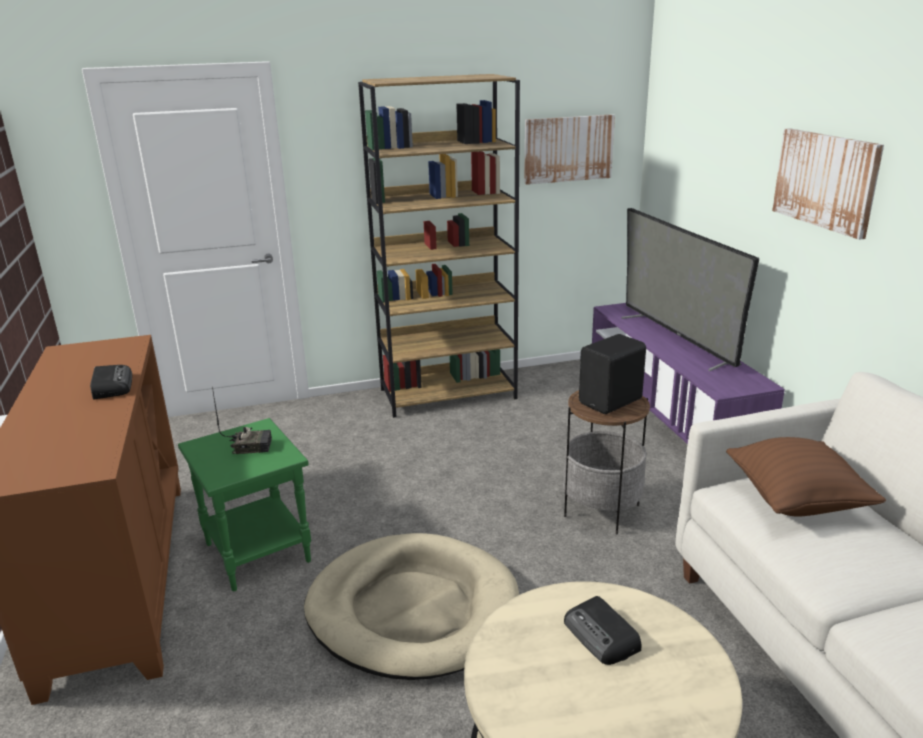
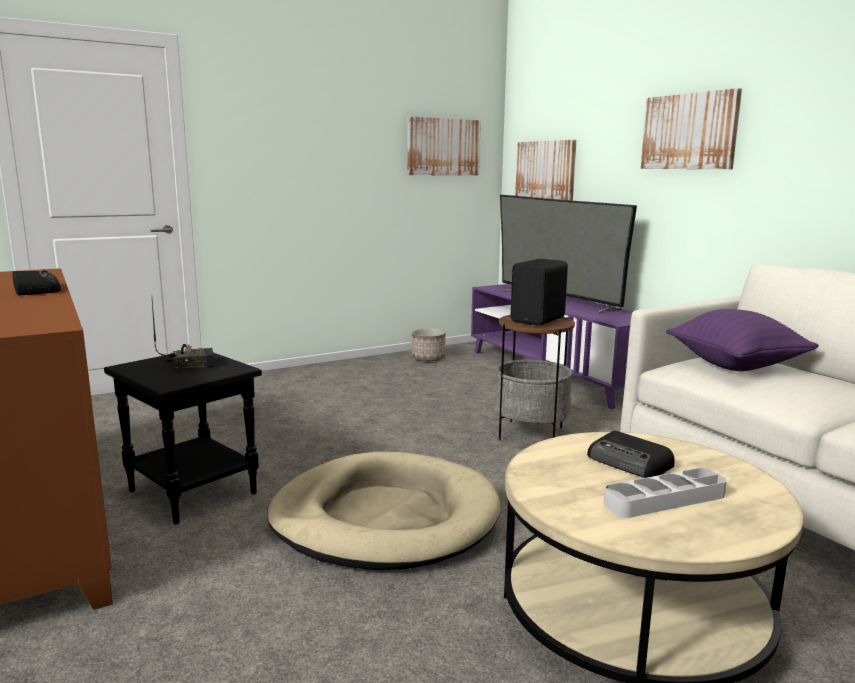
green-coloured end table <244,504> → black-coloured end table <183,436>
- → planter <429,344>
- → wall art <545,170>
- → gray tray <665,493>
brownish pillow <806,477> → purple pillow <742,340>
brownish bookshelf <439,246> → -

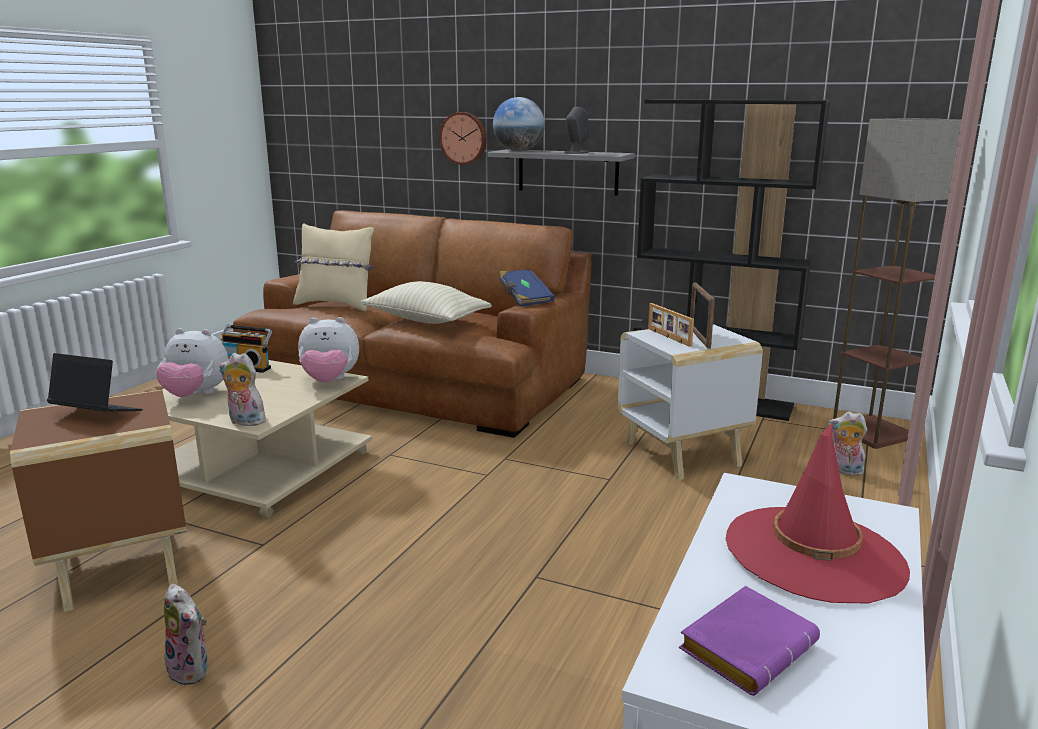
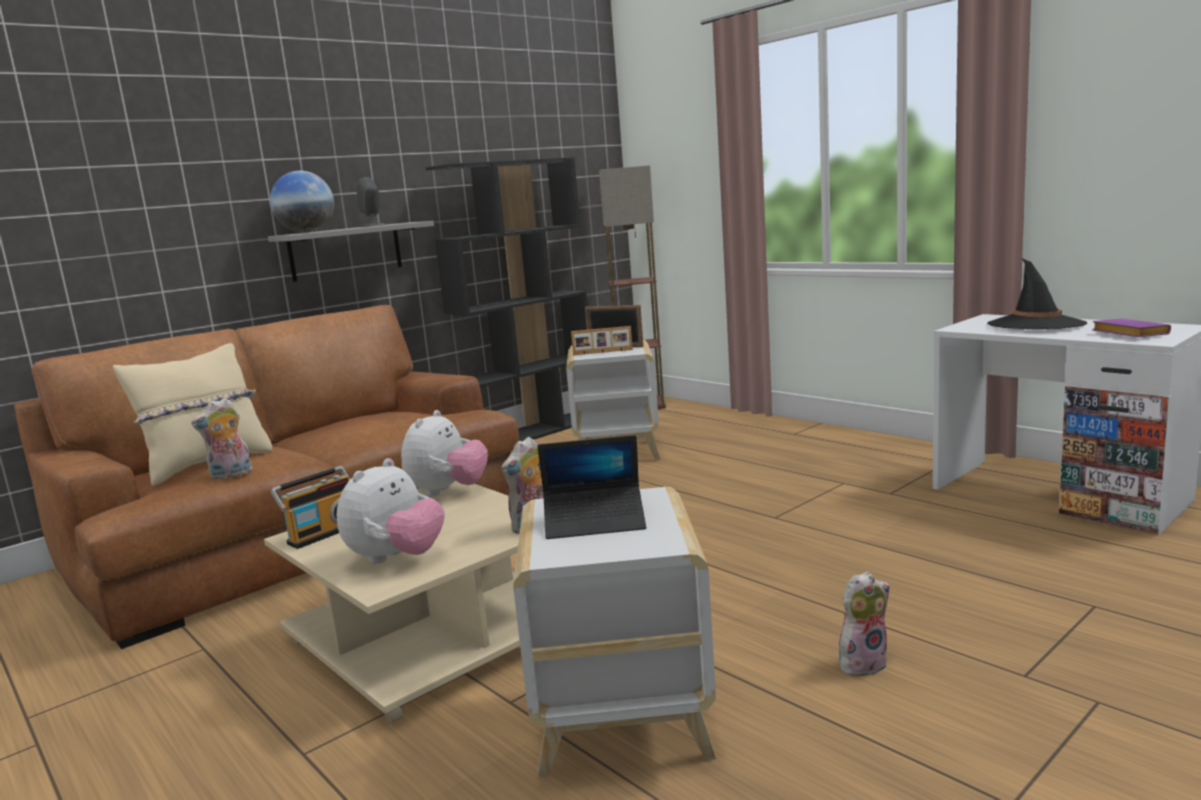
plush toy <847,443> → plush toy <221,439>, moved
brownish end table <98,501> → white end table <614,632>
portable computer <95,382> → portable computer <592,487>, 135 degrees counterclockwise
red-coloured wearable hat <818,513> → black-coloured wearable hat <1037,293>
beige-coloured pillow <426,302> → -
wall clock <463,138> → -
blue-coloured book <527,288> → -

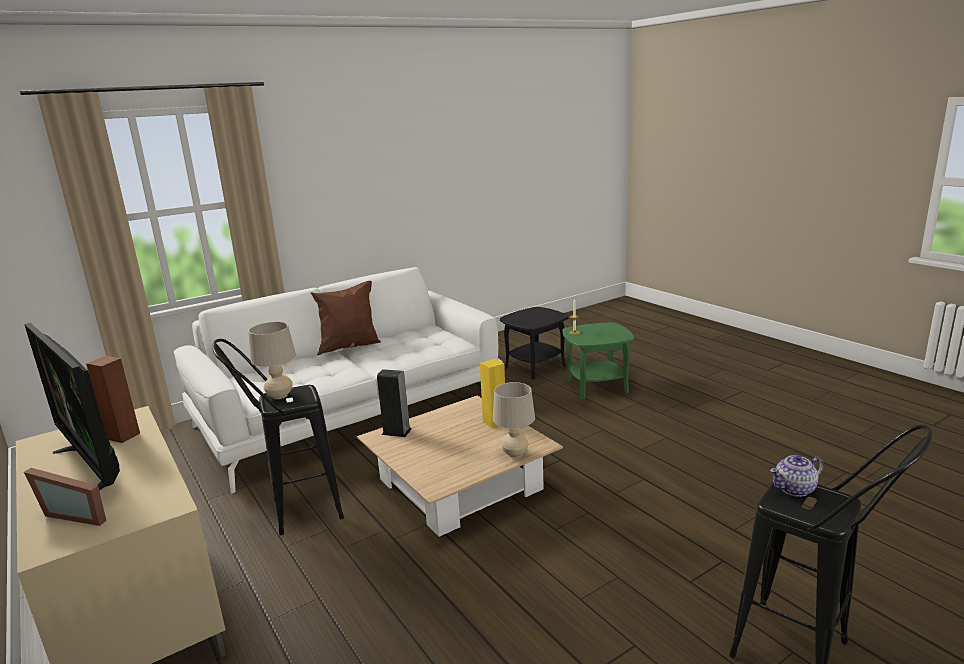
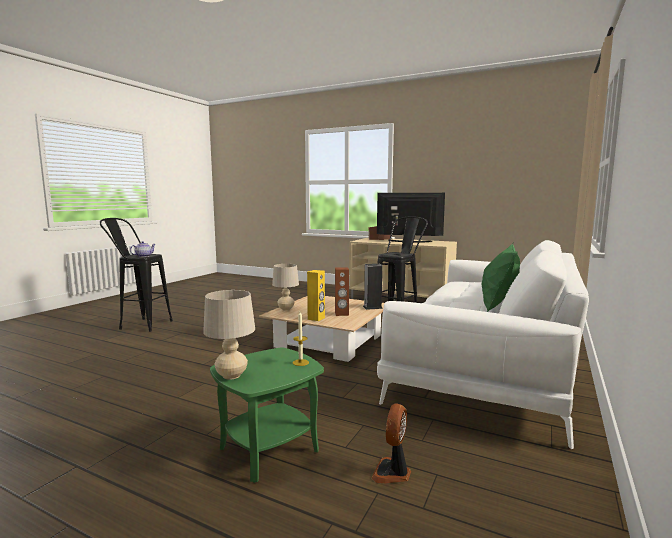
beige-coloured tabletop lamp <272,360> → beige-coloured tabletop lamp <229,335>, moved
brownish speaker <113,399> → brownish speaker <342,291>, moved
black-coloured end table <534,343> → fan <391,443>
brownish pillow <345,318> → green-coloured pillow <501,277>

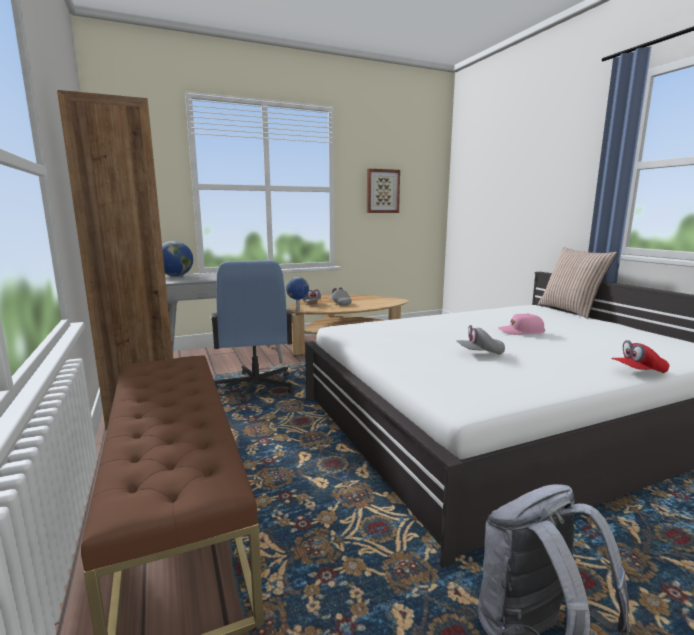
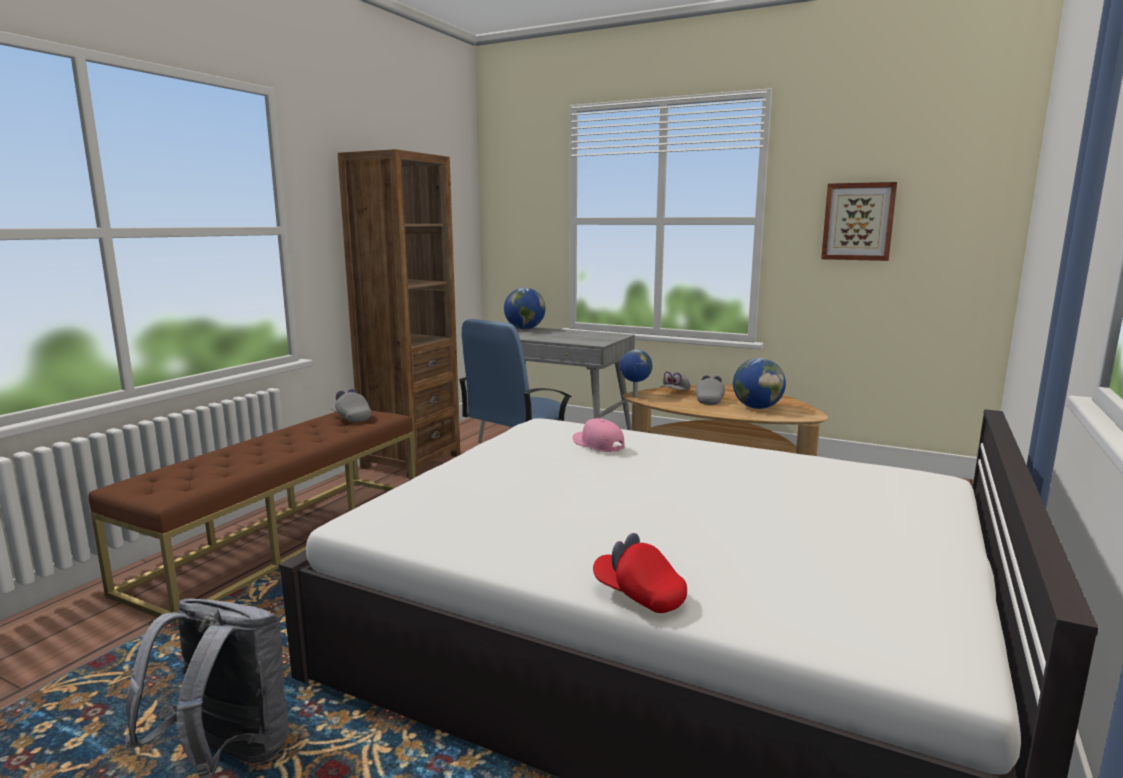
gray peaked cap <480,340> → gray peaked cap <351,406>, moved
pink-coloured peaked cap <521,324> → pink-coloured peaked cap <599,435>, moved
- → world globe <759,383>
pillow <578,283> → -

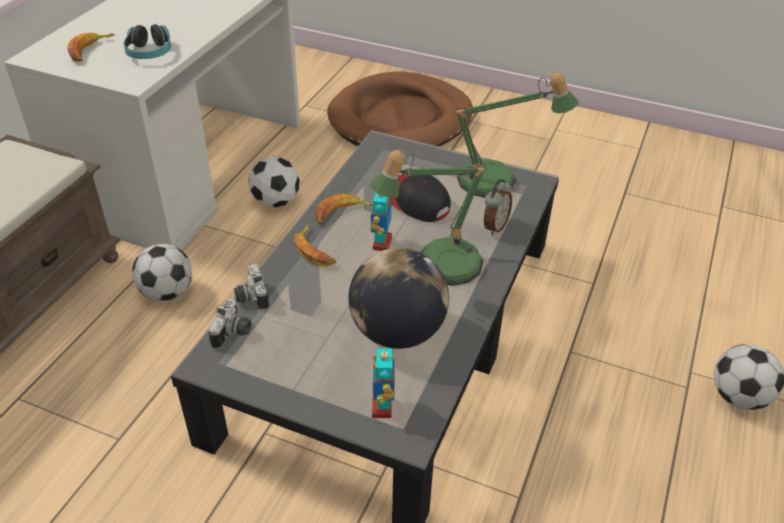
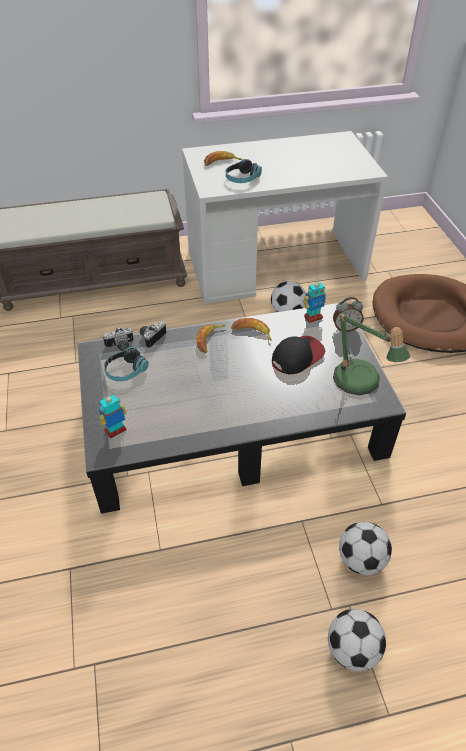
- → headset <126,364>
peaked cap <420,198> → peaked cap <298,355>, 45 degrees clockwise
toy robot <381,222> → toy robot <314,301>, moved
alarm clock <498,207> → alarm clock <348,314>, moved
football <162,272> → football <365,548>, moved
world globe <398,298> → -
tabletop lamp <428,218> → -

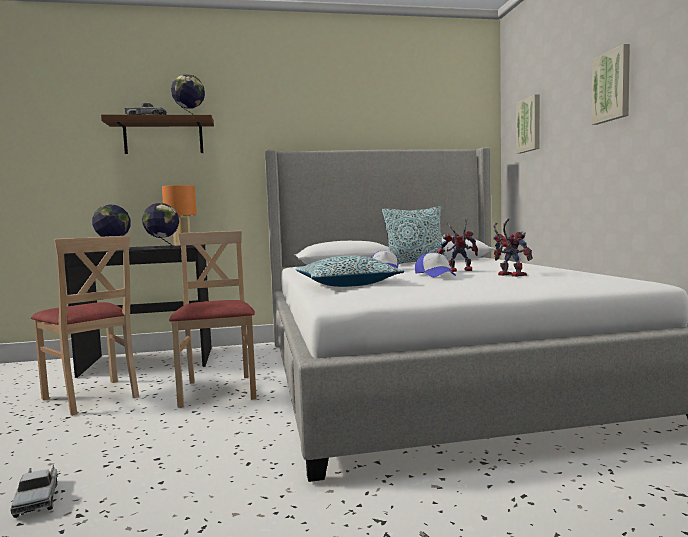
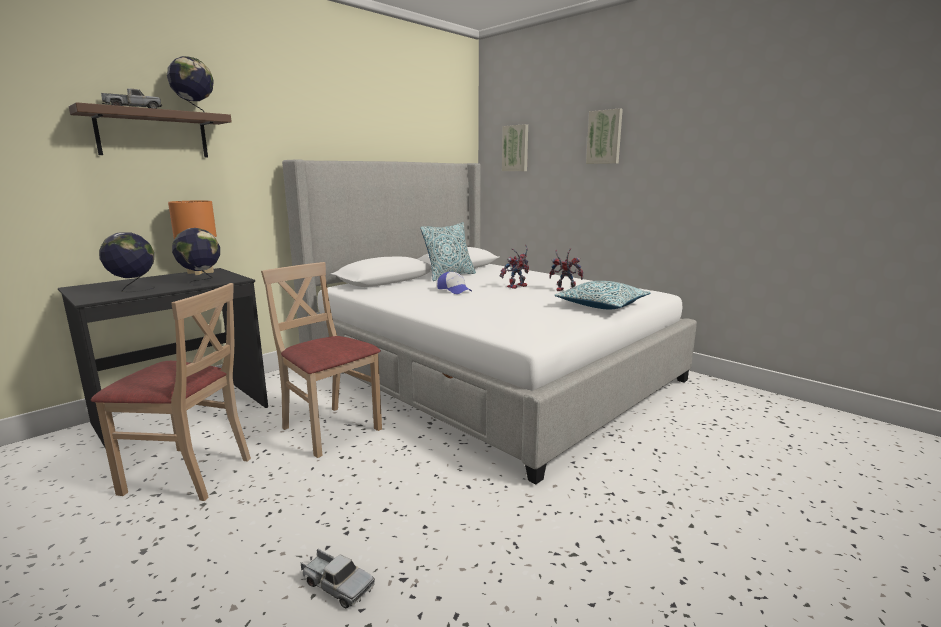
pillow <350,271> → pillow <602,295>, moved
peaked cap <435,265> → -

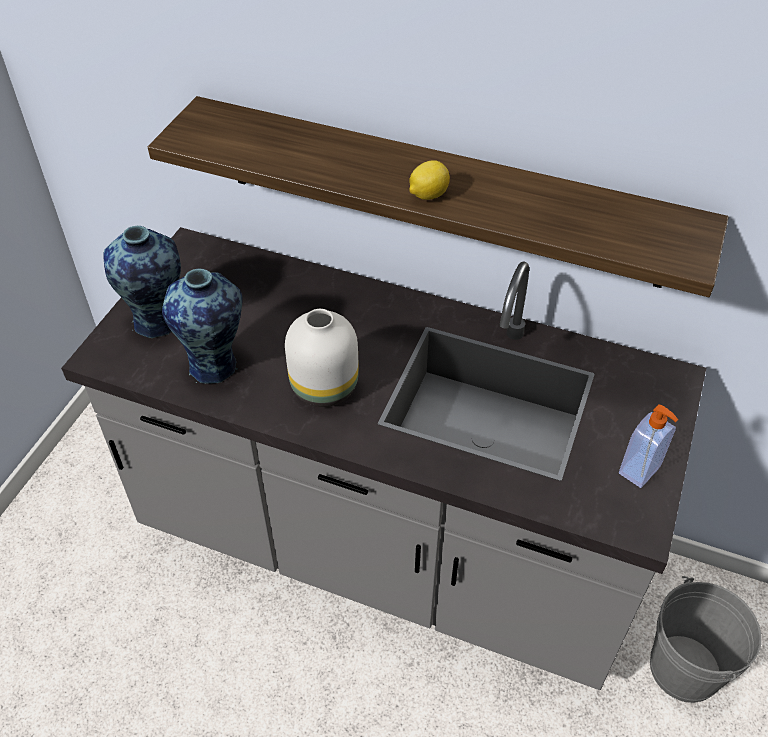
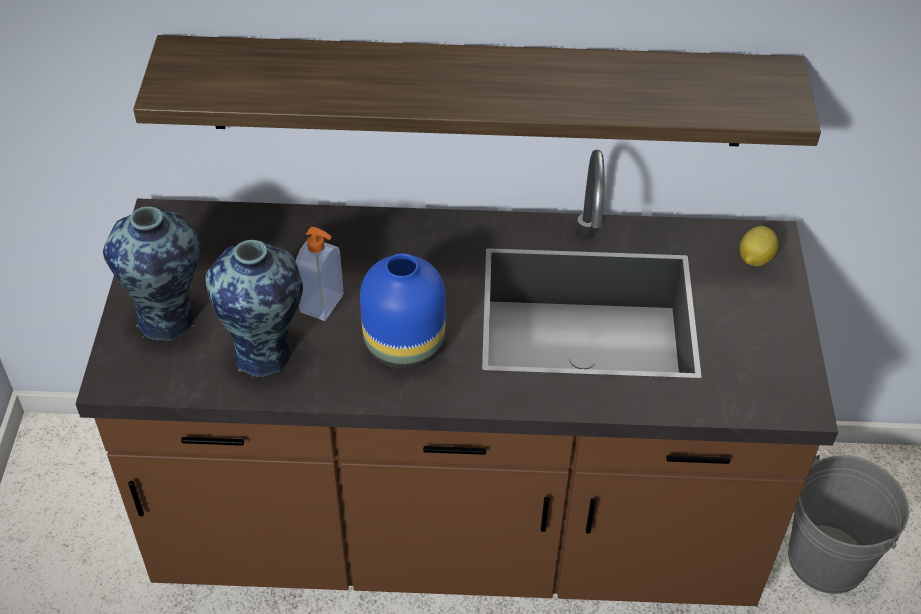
gray counter <383,458> → brownish counter <457,378>
soap dispenser <648,446> → soap dispenser <319,274>, moved
white vase <322,358> → blue-coloured vase <403,310>
citrus fruit <429,180> → citrus fruit <759,246>, moved

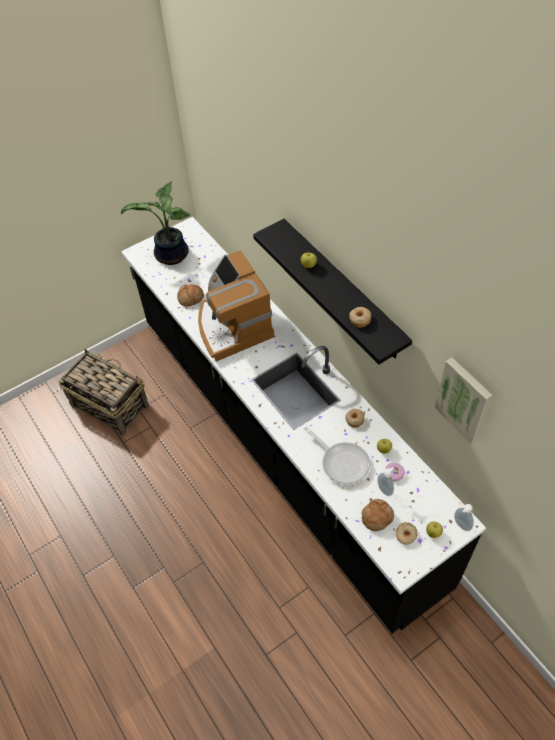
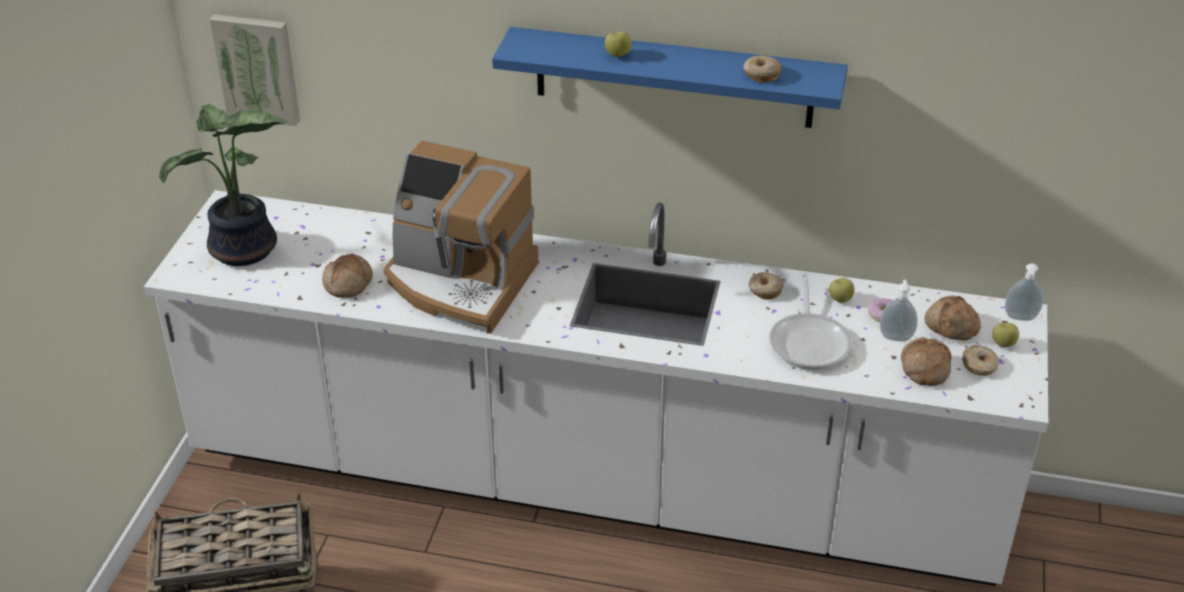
black-coloured counter <303,425> → white counter <596,388>
wall art <464,401> → wall art <254,70>, moved
black-coloured shelf <332,292> → blue-coloured shelf <670,77>
skillet <337,455> → skillet <810,321>, 90 degrees clockwise
- → bakery bread <953,318>

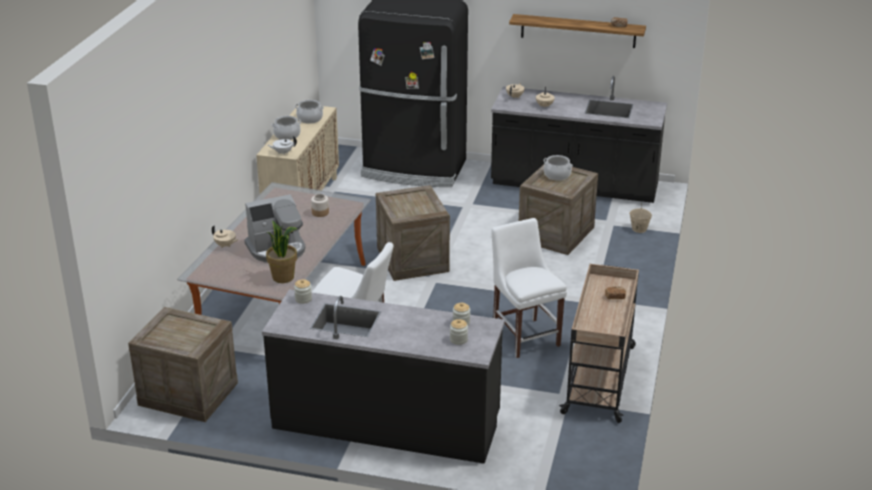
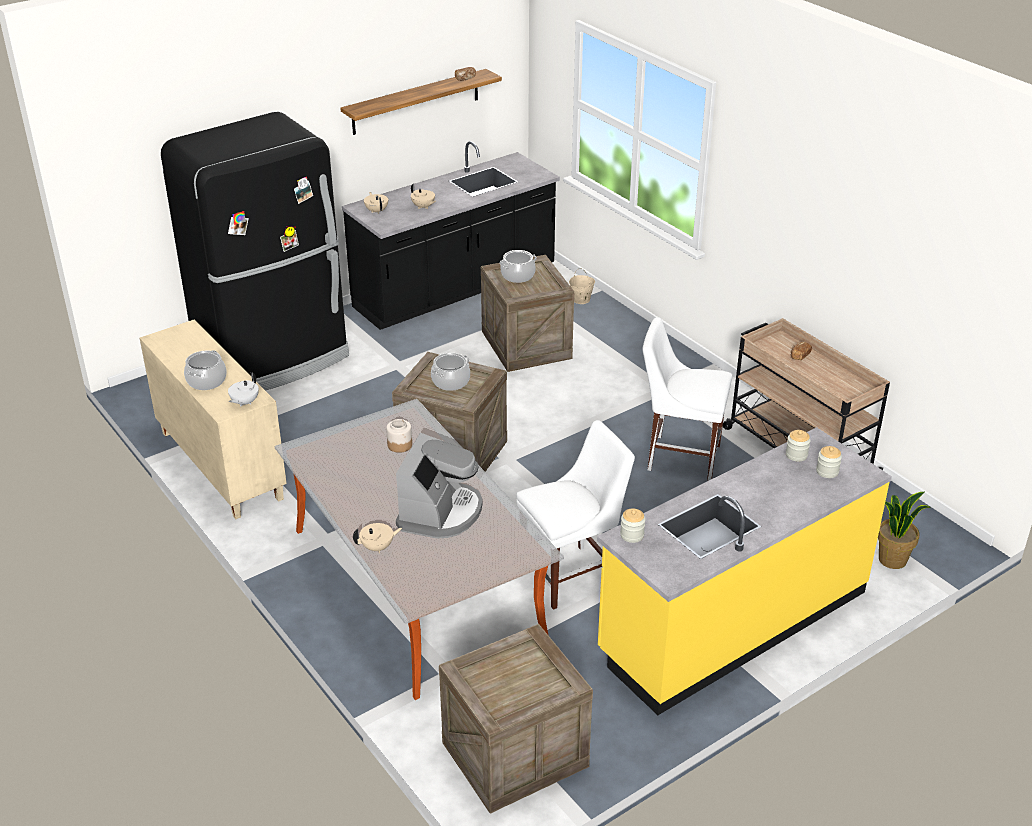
saucepot <309,112> → saucepot <450,372>, moved
black-coloured counter <383,376> → yellowish counter <744,571>
potted plant <281,252> → potted plant <904,530>, moved

